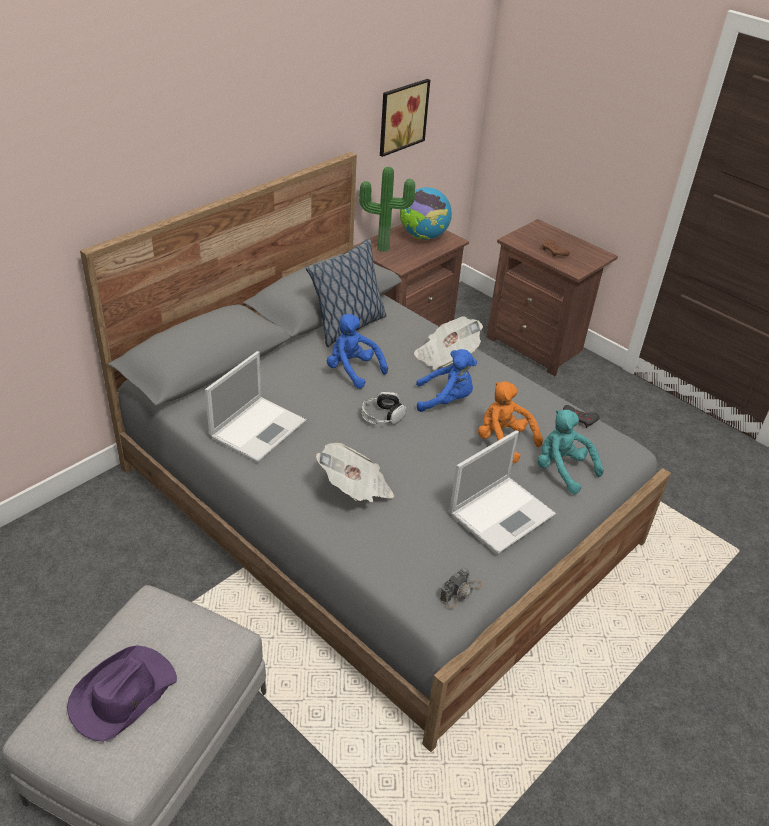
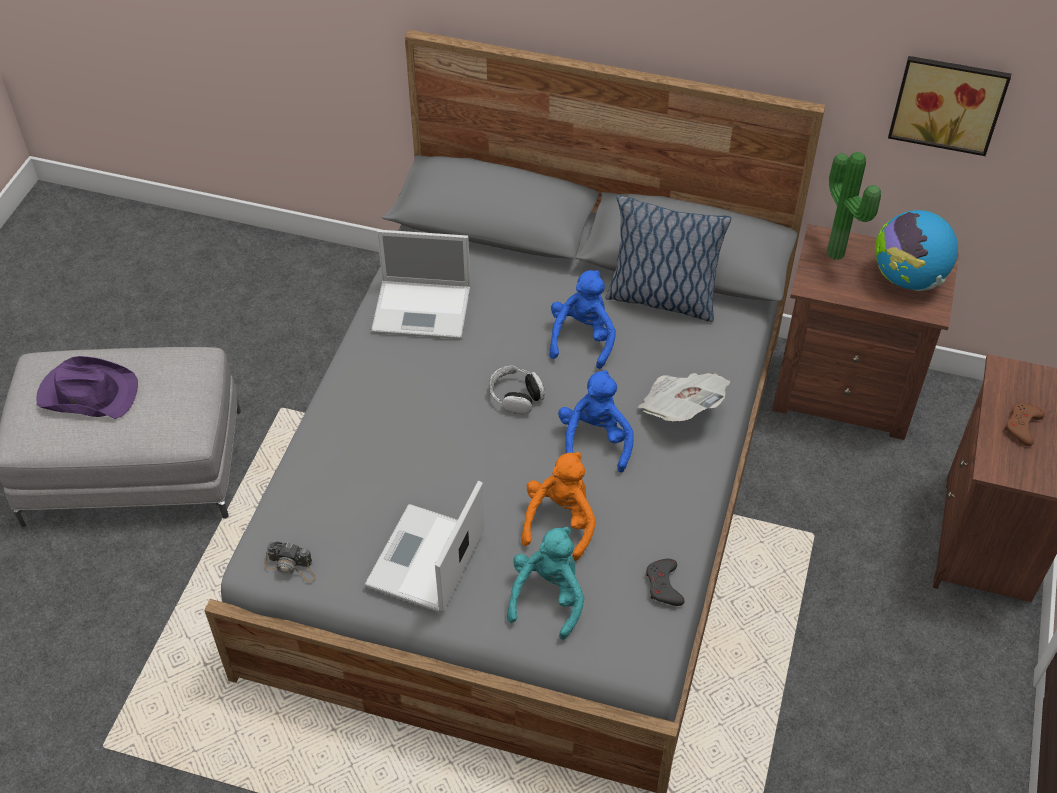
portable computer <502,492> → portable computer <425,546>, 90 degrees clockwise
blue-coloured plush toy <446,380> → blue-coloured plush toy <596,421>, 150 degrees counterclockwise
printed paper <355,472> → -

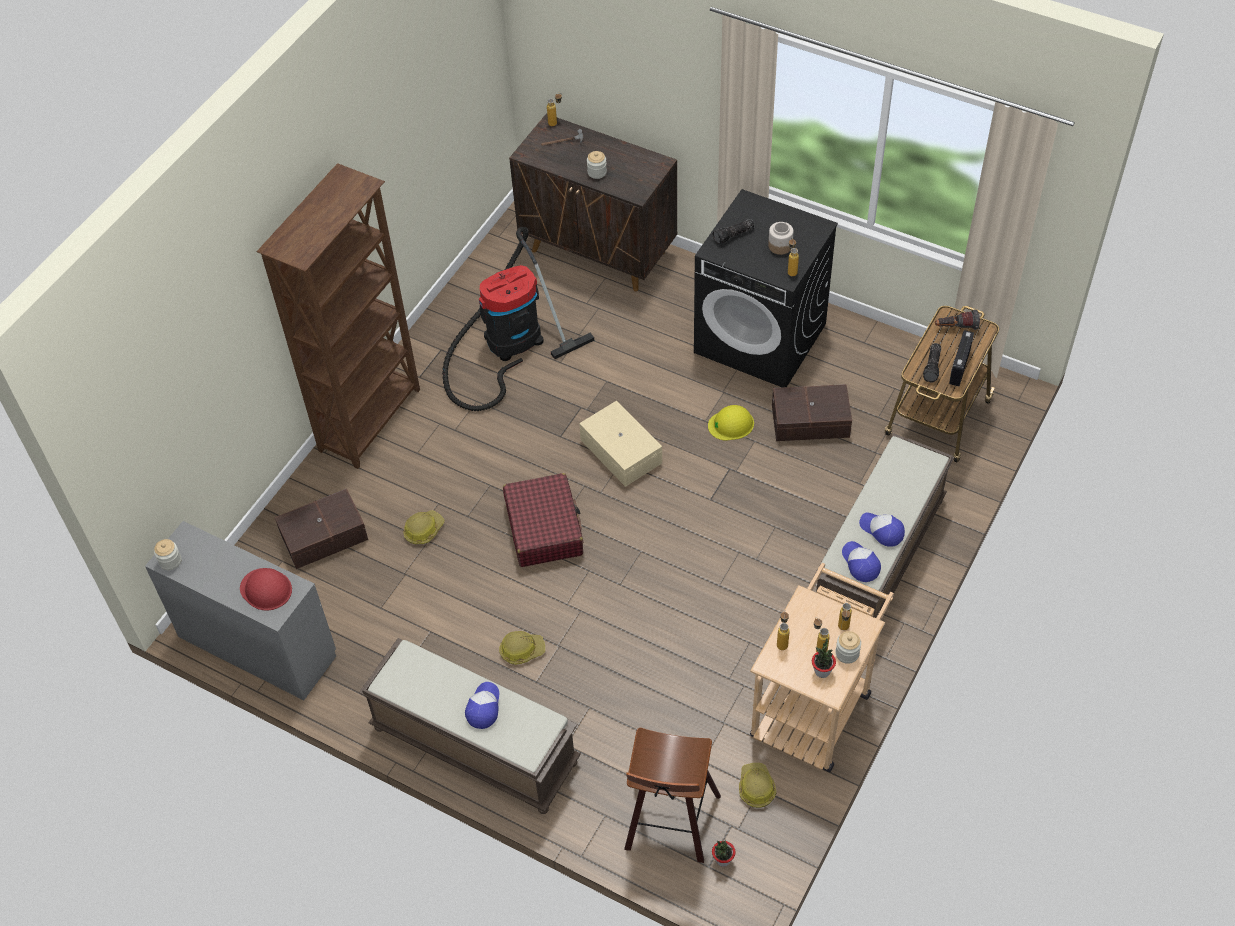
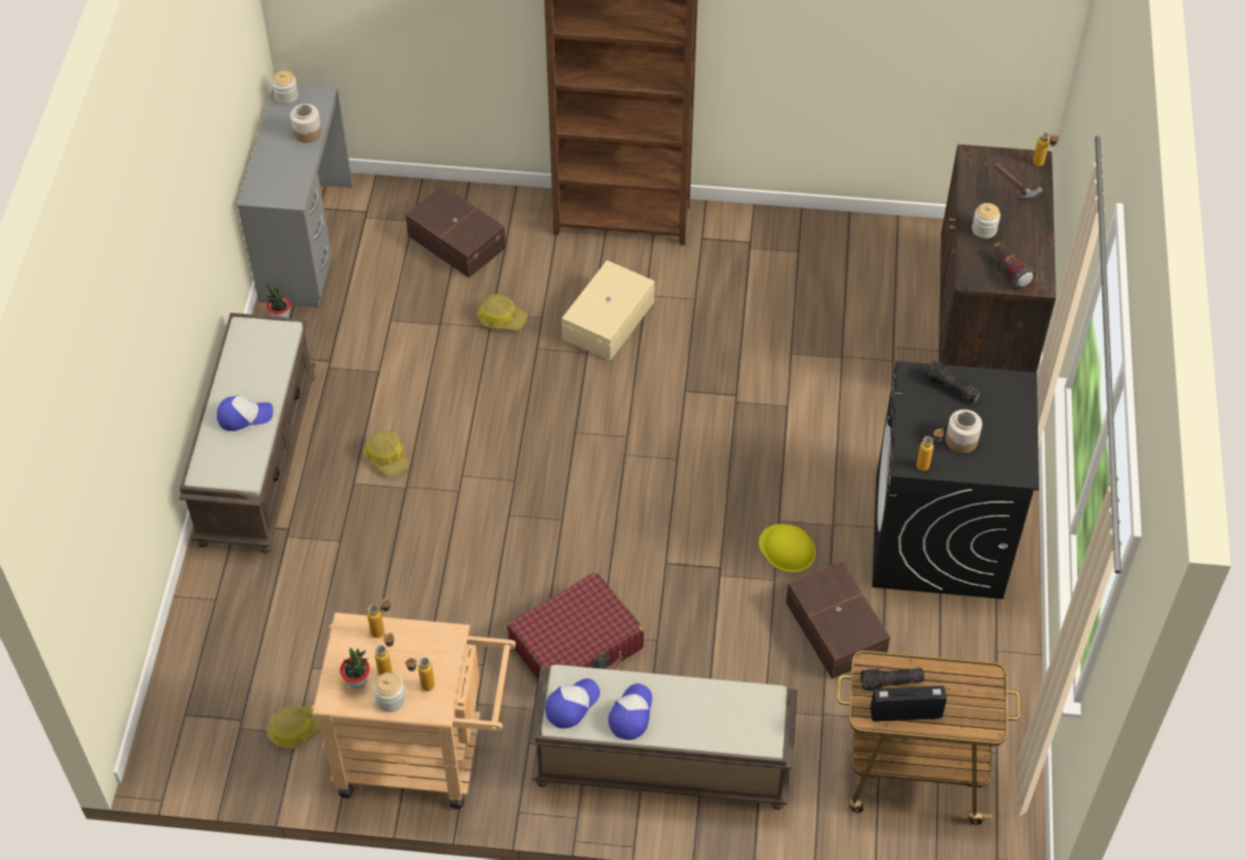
potted plant <724,853> → potted plant <278,300>, moved
- → jar <306,123>
red-coloured suitcase <543,520> → red-coloured suitcase <575,626>, moved
beige-coloured storage bin <620,444> → beige-coloured storage bin <608,310>, moved
hand torch <957,320> → hand torch <1015,265>, moved
red-coloured safety helmet <266,589> → -
hoover <518,319> → -
stool seat <672,795> → -

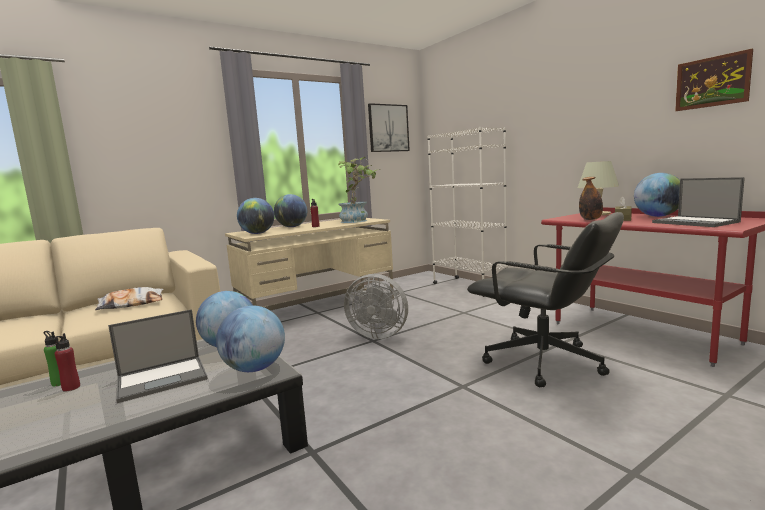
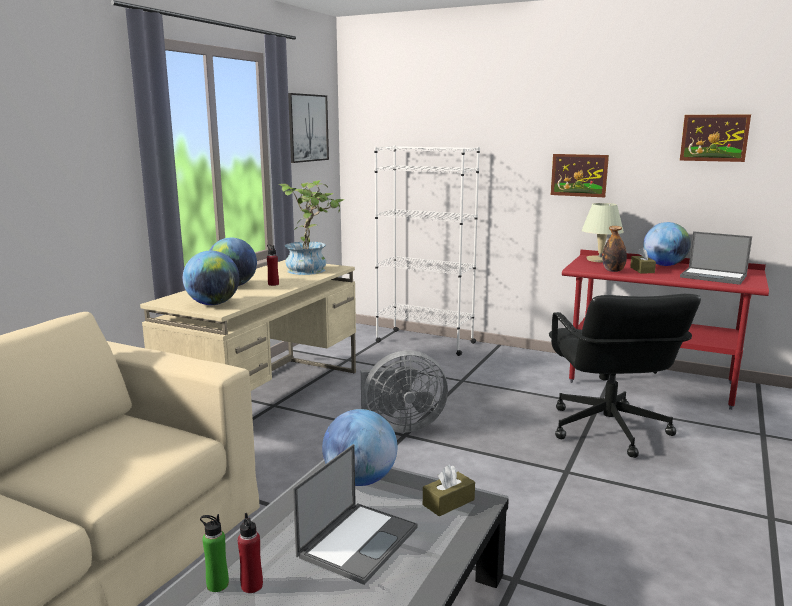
world globe <250,338> → brownish box of tissues <449,490>
black-coloured office chair <545,299> → black-coloured office chair <625,376>, 75 degrees clockwise
- → wall art <580,175>
pillow <129,298> → -

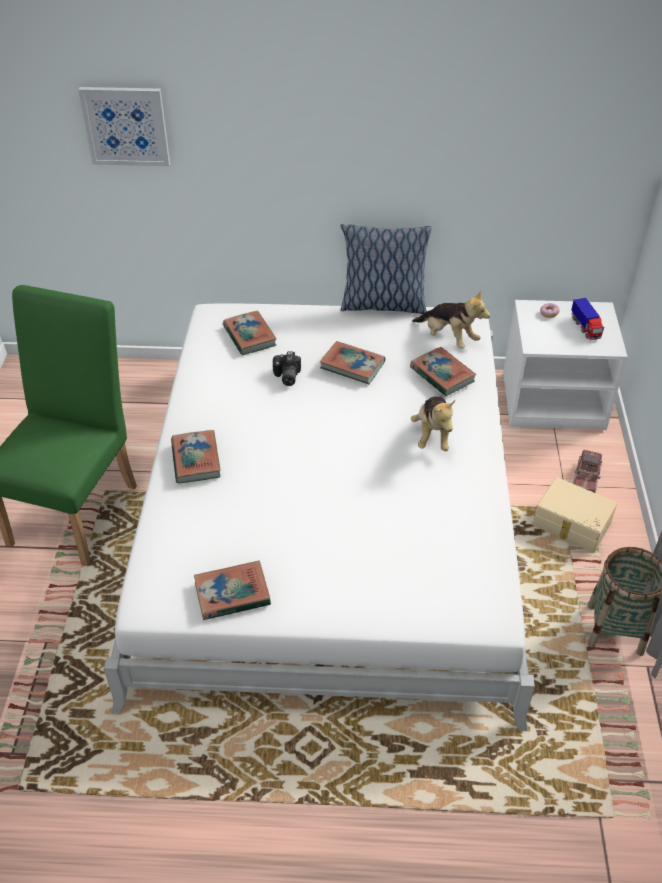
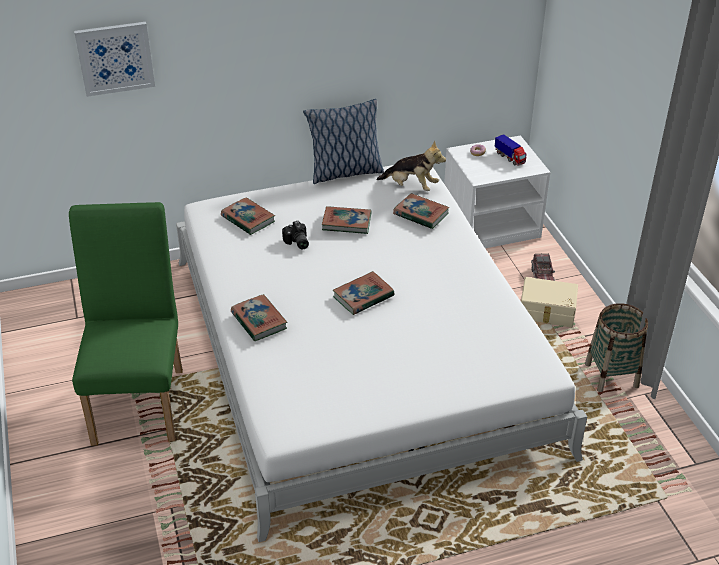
book <232,590> → book <363,293>, moved
plush toy <433,423> → -

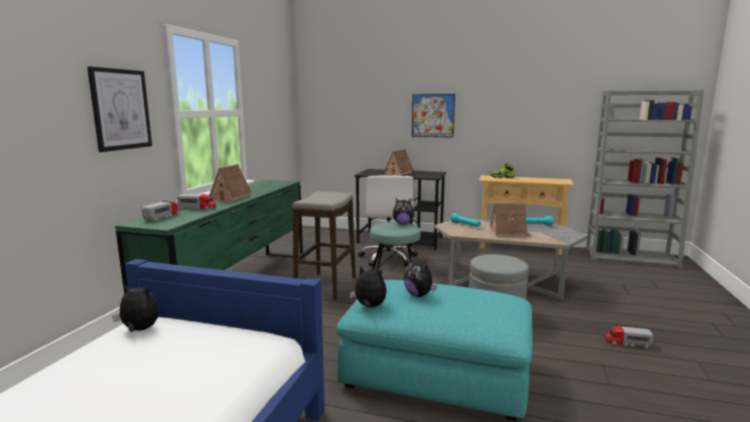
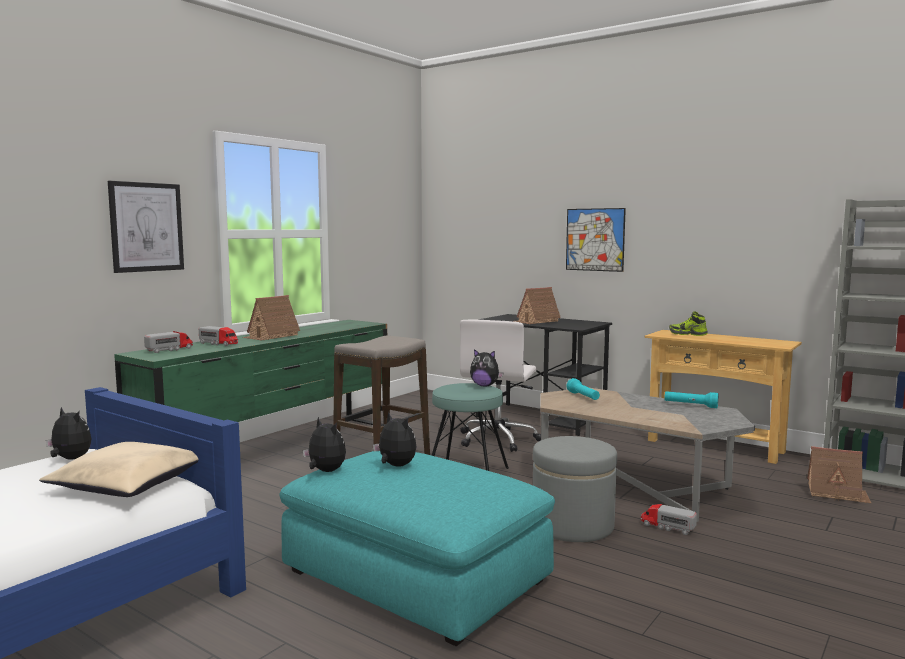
- → beige-coloured pillow <118,469>
plush toy <420,276> → plush toy <395,439>, 150 degrees clockwise
toy lorry <629,337> → toy lorry <669,519>, moved
toy house <511,220> → toy house <839,474>, moved

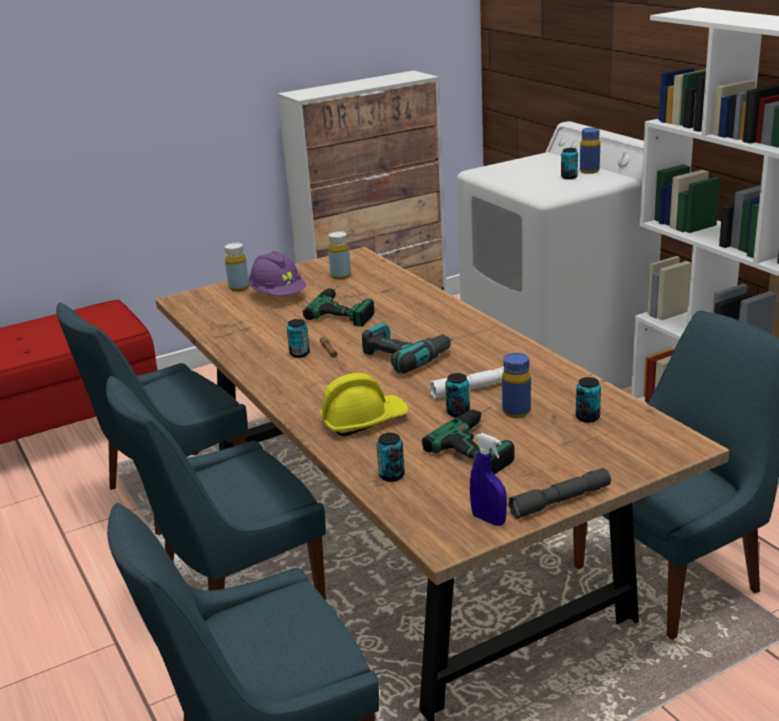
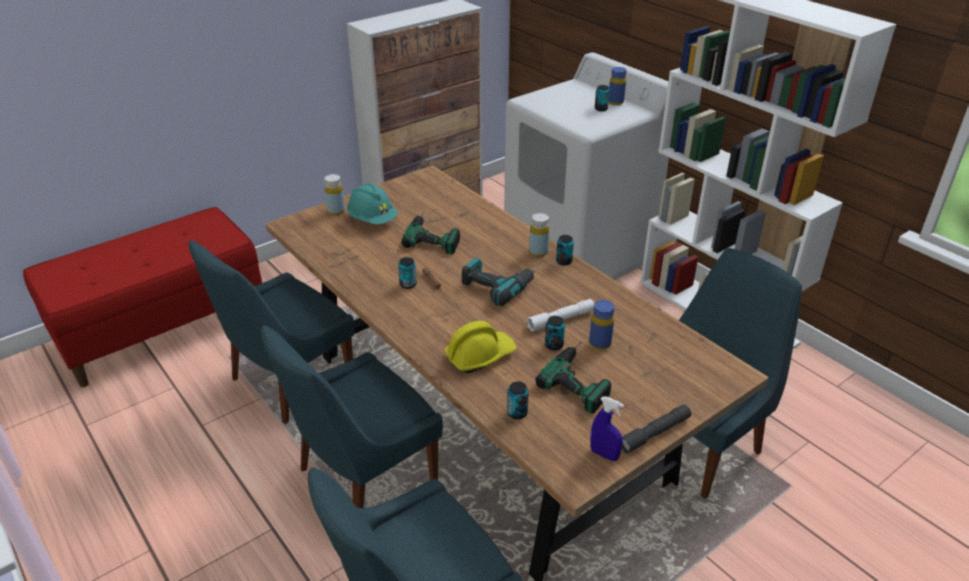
purple safety helmet <277,273> → blue-green safety helmet <372,204>
yellowish beverage bottle <339,255> → yellowish beverage bottle <539,235>, moved
sealed can <588,400> → sealed can <565,250>, moved

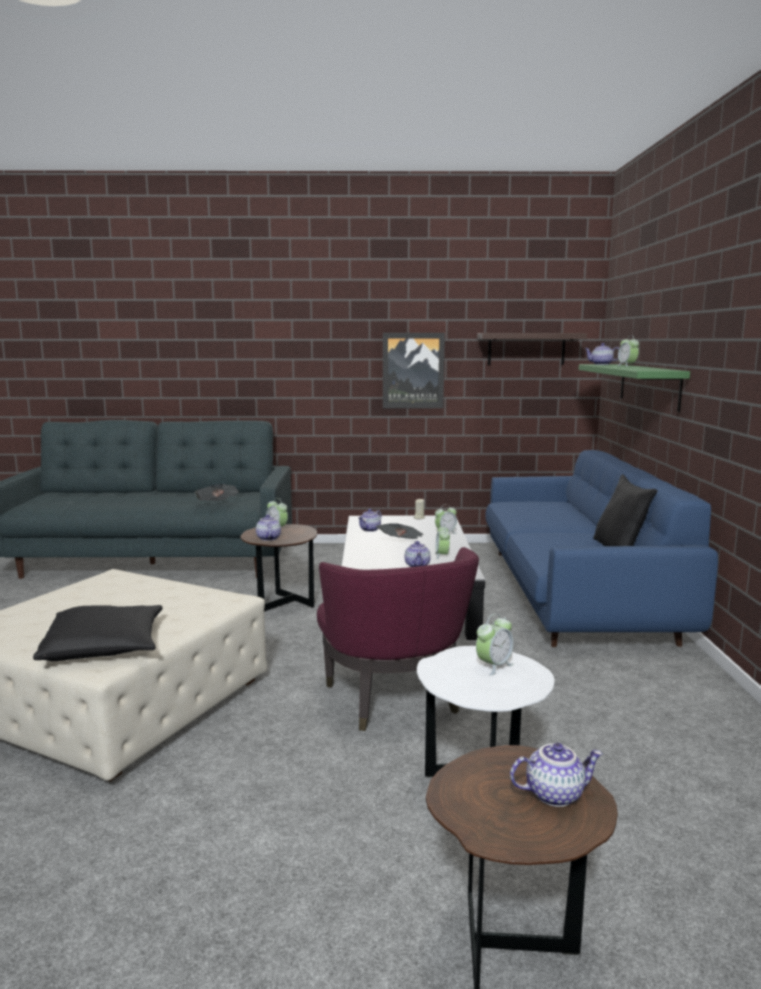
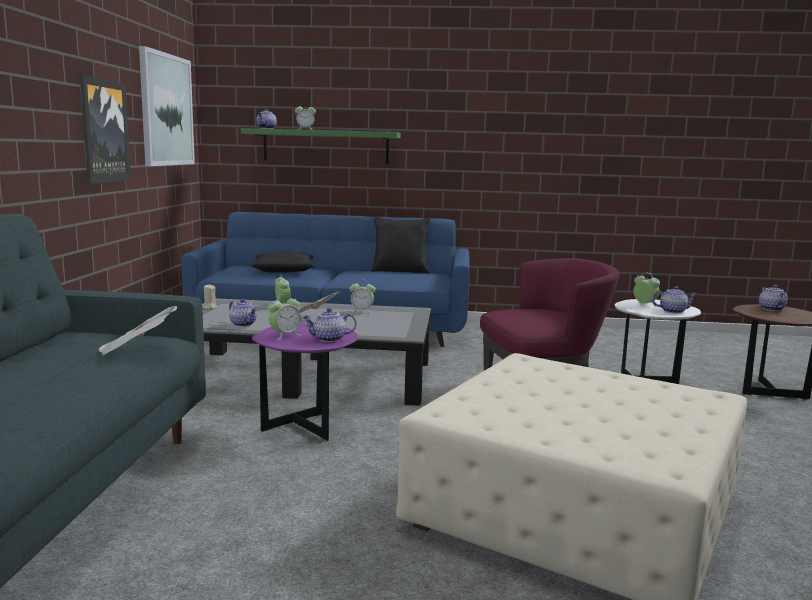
shelf <532,349> → wall art <167,106>
black-coloured pillow <98,633> → black-coloured pillow <282,261>, moved
brownish end table <278,568> → purple end table <305,382>
pot for tea <418,554> → pot for tea <674,300>, moved

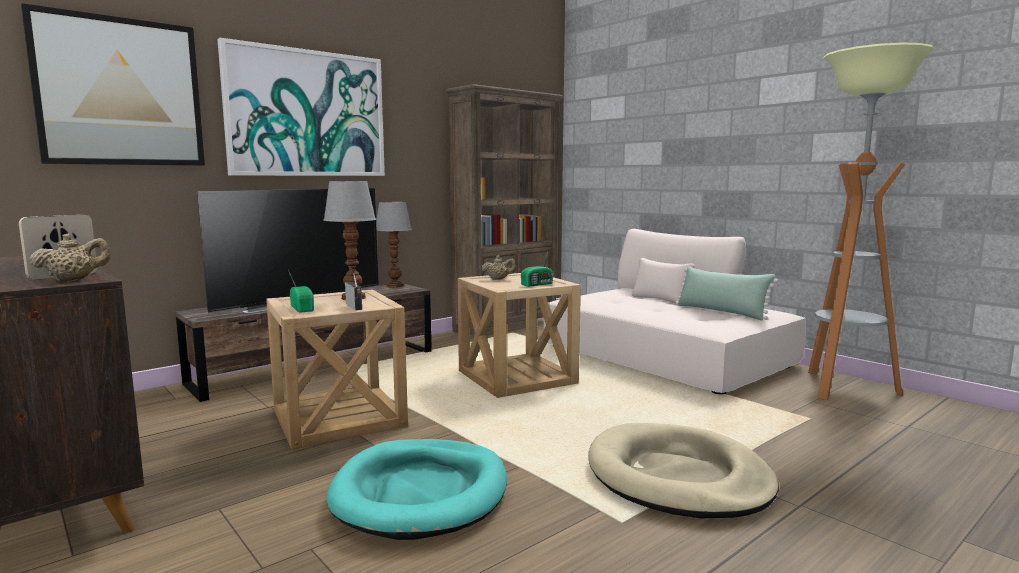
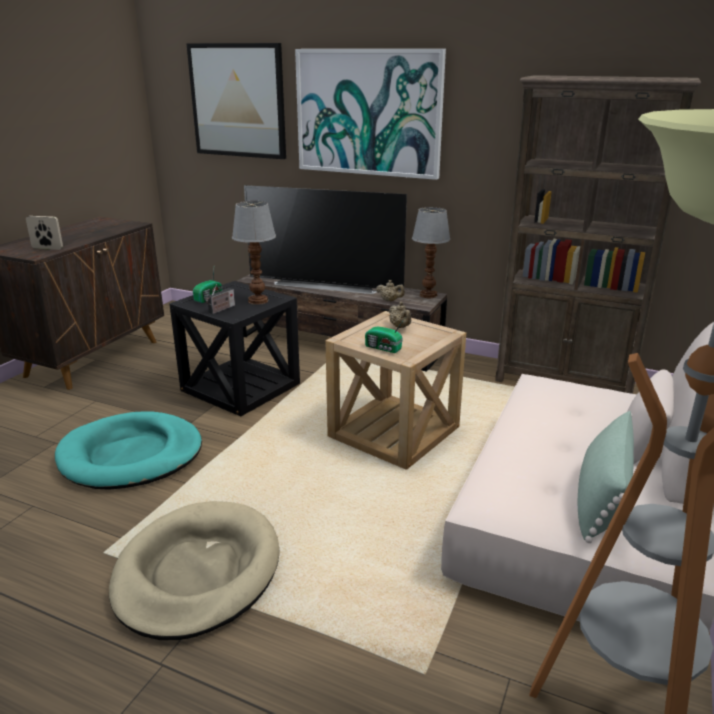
beige-coloured end table <337,369> → black-coloured end table <235,348>
beige-coloured pot for tea <70,257> → beige-coloured pot for tea <390,291>, moved

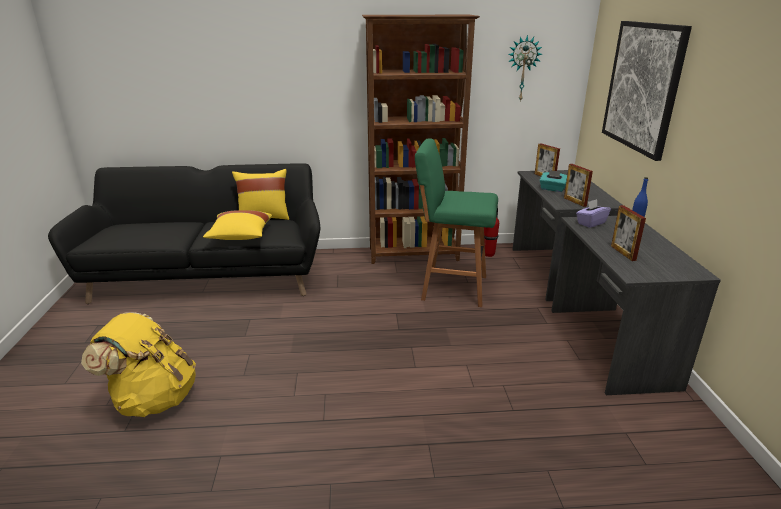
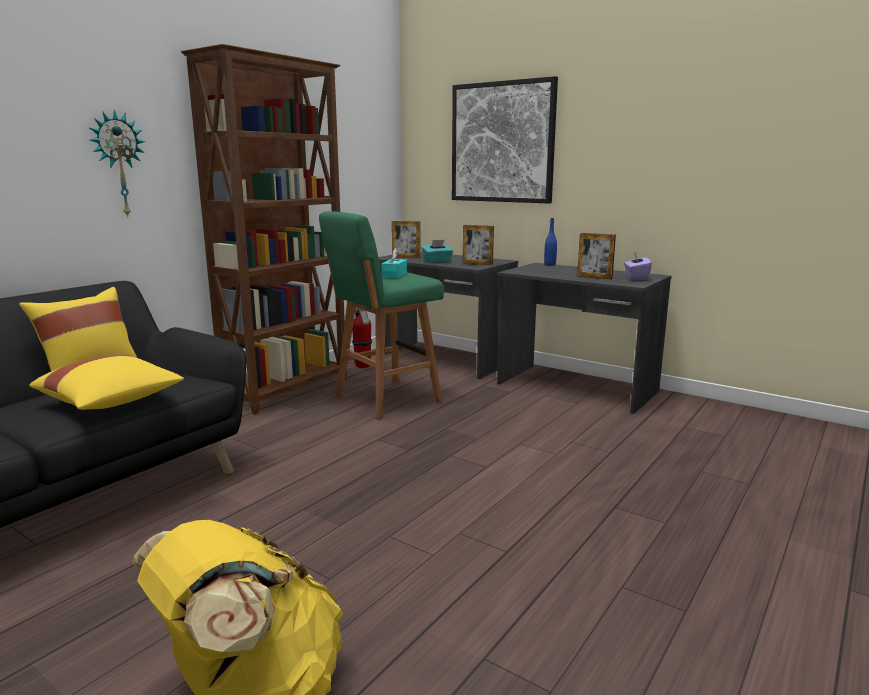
wall clock <525,68> → wall clock <117,163>, moved
- → blue-green box of tissues <394,263>
purple box of tissues <593,213> → purple box of tissues <638,266>, moved

